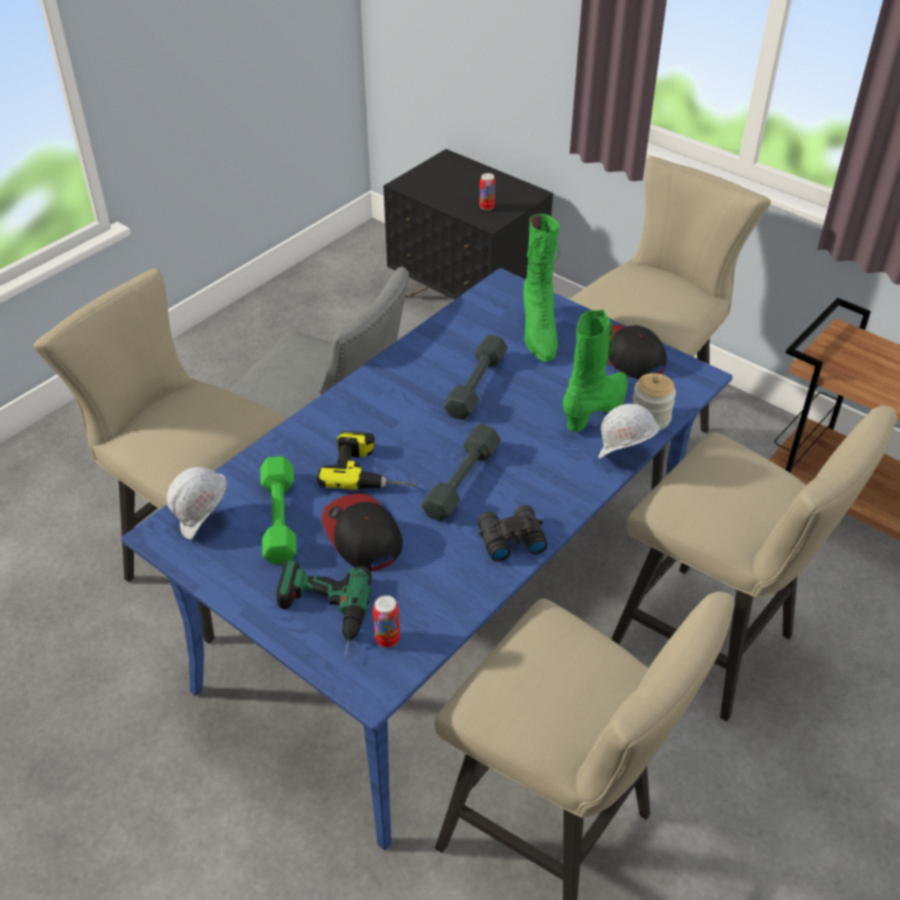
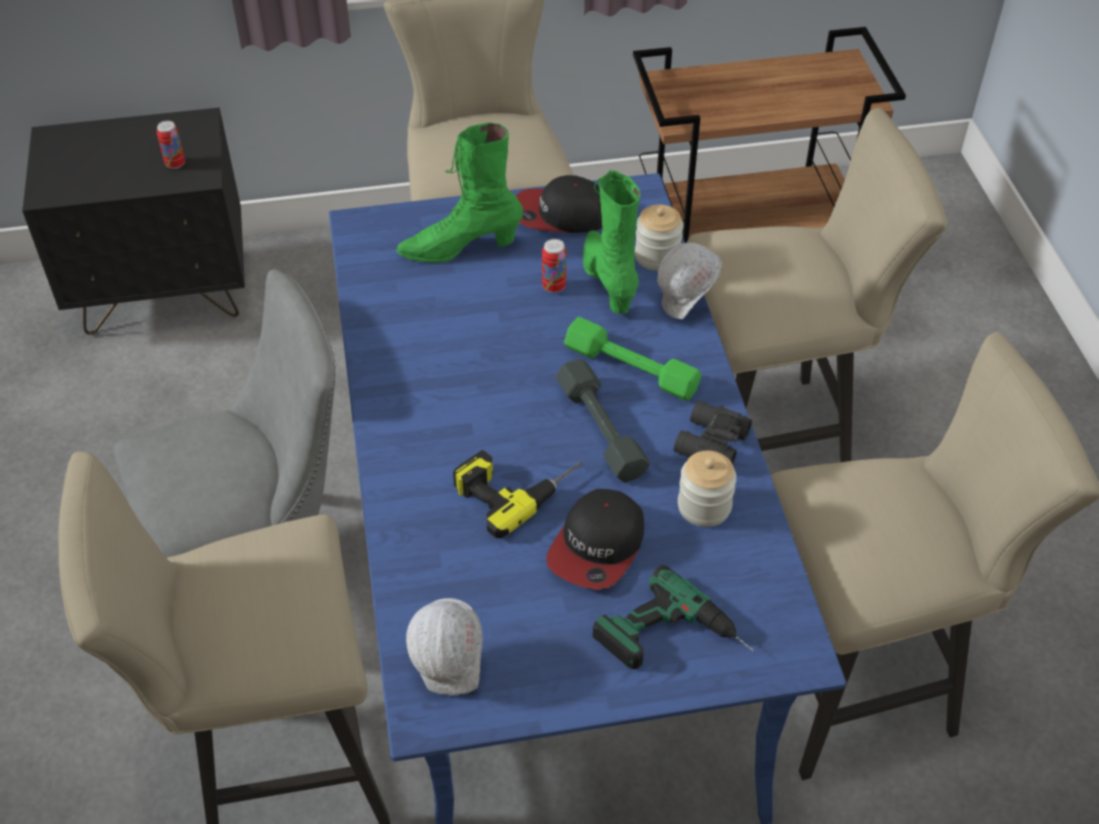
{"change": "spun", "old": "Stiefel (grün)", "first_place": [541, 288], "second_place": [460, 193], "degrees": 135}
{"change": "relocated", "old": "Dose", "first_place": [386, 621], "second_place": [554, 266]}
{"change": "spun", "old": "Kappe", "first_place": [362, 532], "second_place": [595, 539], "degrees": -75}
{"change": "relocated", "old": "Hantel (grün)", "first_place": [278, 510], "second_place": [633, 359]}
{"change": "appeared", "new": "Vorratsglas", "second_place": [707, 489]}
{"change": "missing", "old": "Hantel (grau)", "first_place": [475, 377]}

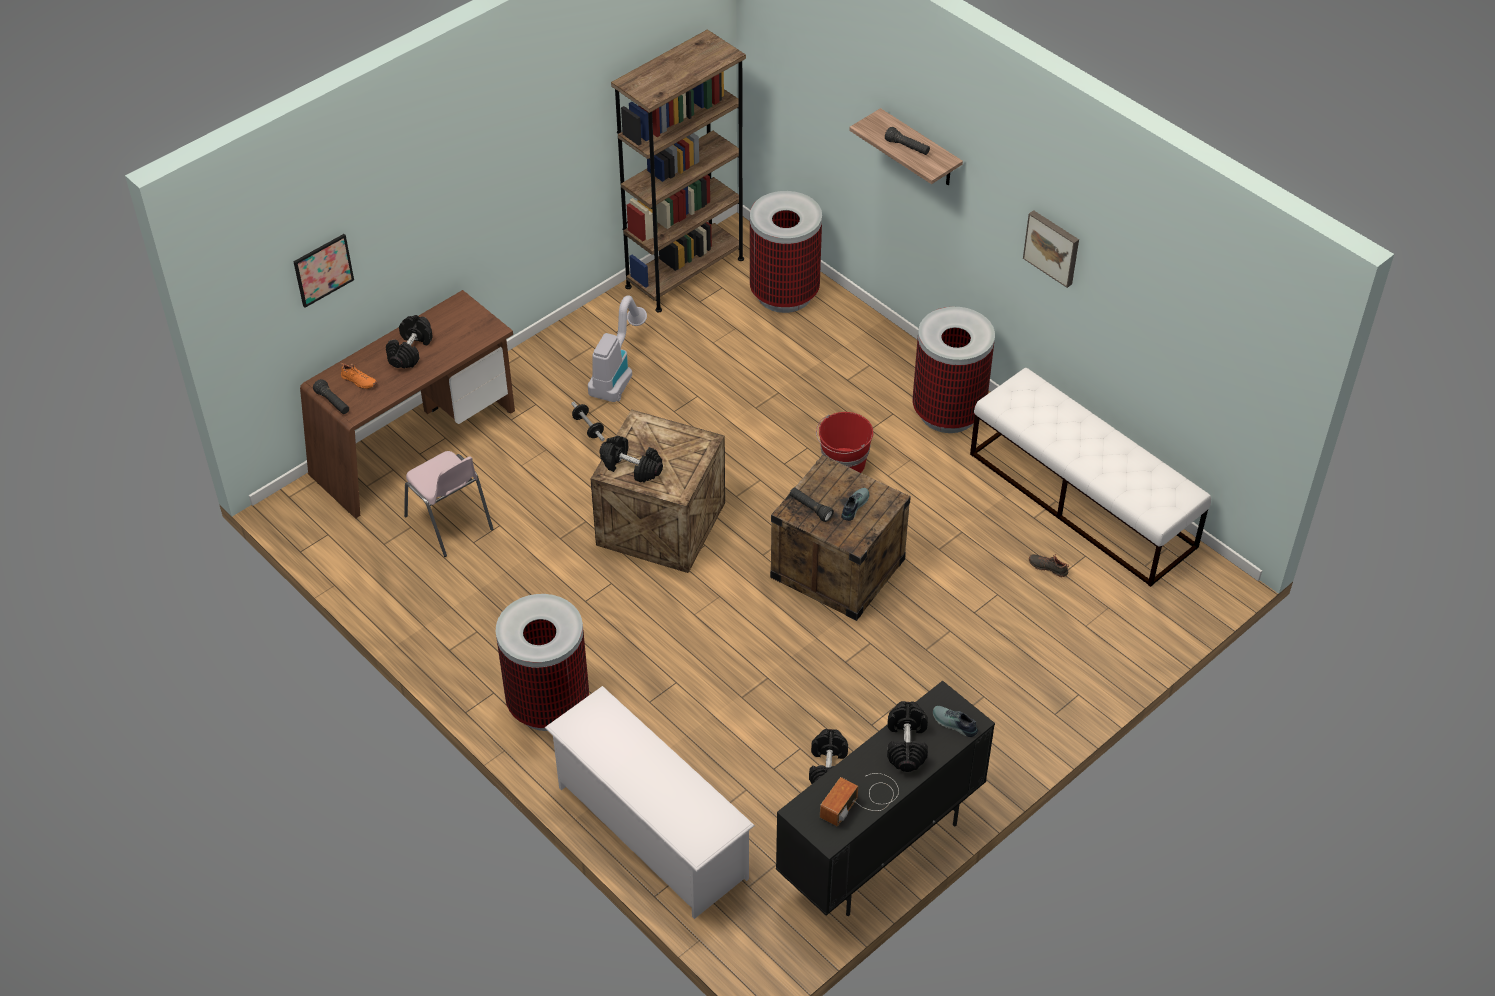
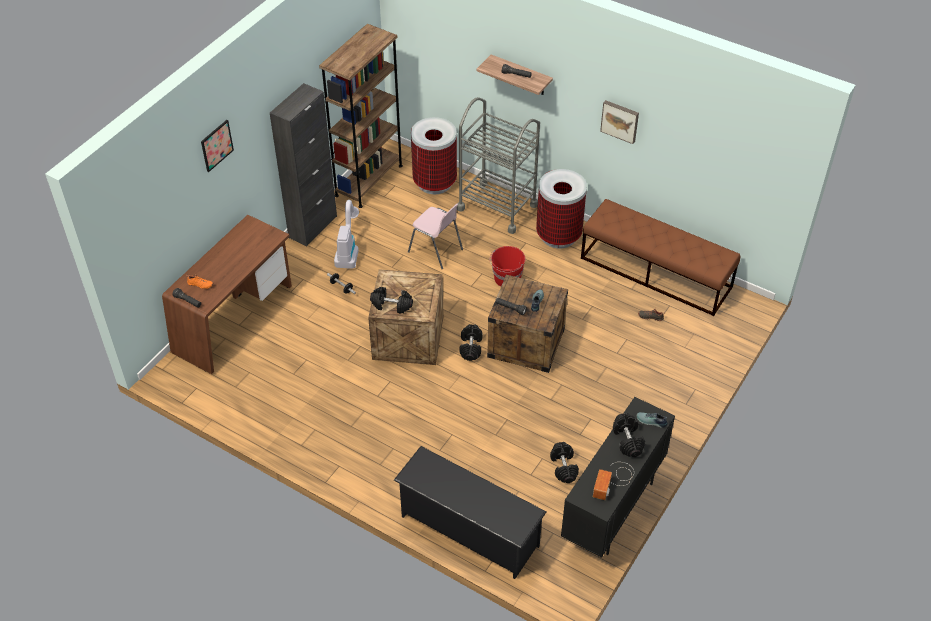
{"change": "relocated", "old": "Bild", "first_place": [323, 271], "second_place": [217, 146]}
{"change": "appeared", "new": "Schrank (schwarz)", "second_place": [303, 164]}
{"change": "colour", "old": "Schuhregal (weiß)", "new": "Schuhregal (schwarz)", "first_place": [650, 802], "second_place": [470, 512]}
{"change": "relocated", "old": "Stuhl (rosa)", "first_place": [448, 504], "second_place": [435, 236]}
{"change": "appeared", "new": "Rollwagen (grau)", "second_place": [498, 165]}
{"change": "relocated", "old": "Hantel (schwarz)", "first_place": [409, 341], "second_place": [471, 342]}
{"change": "colour", "old": "Bank (weiß)", "new": "Bank (braun)", "first_place": [1090, 477], "second_place": [660, 257]}
{"change": "missing", "old": "Mülleimer", "first_place": [542, 662]}

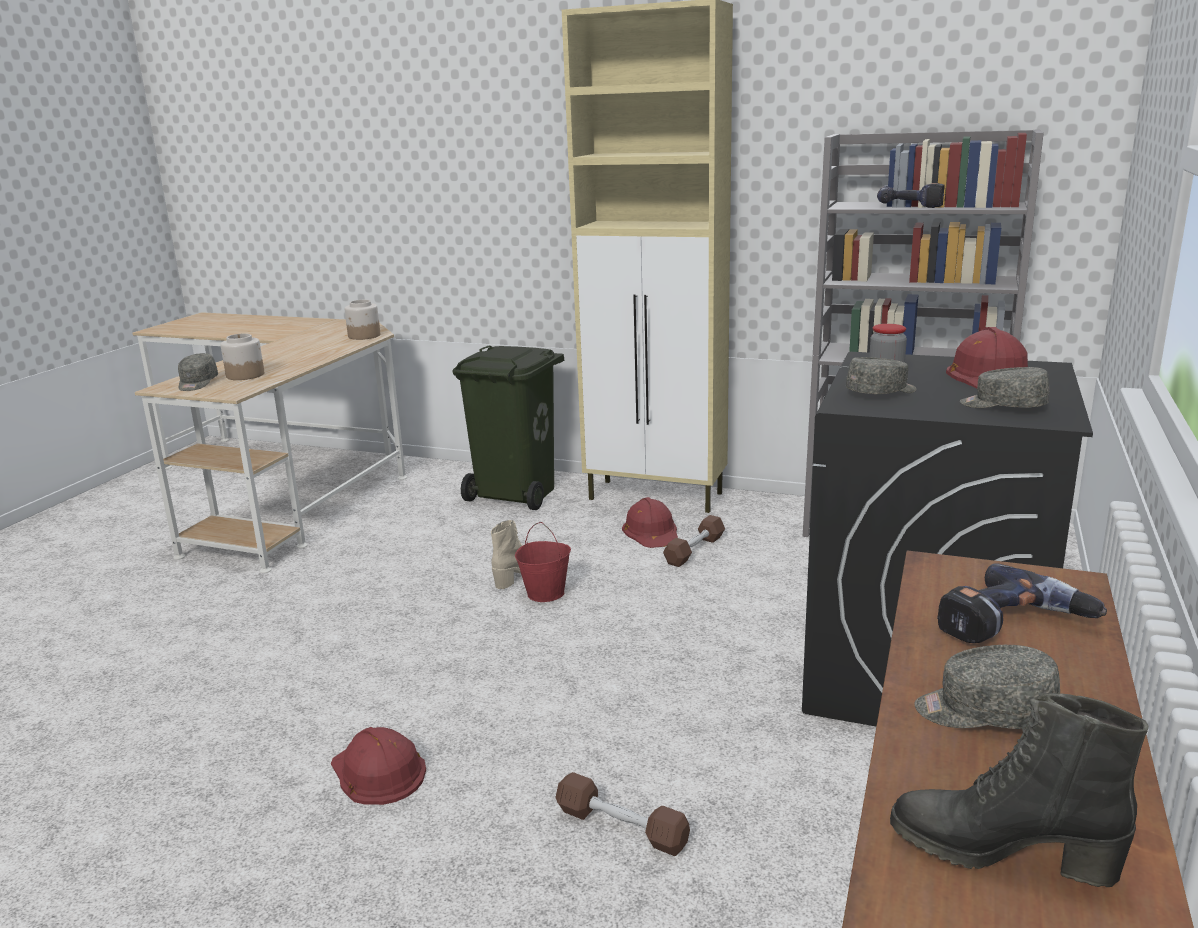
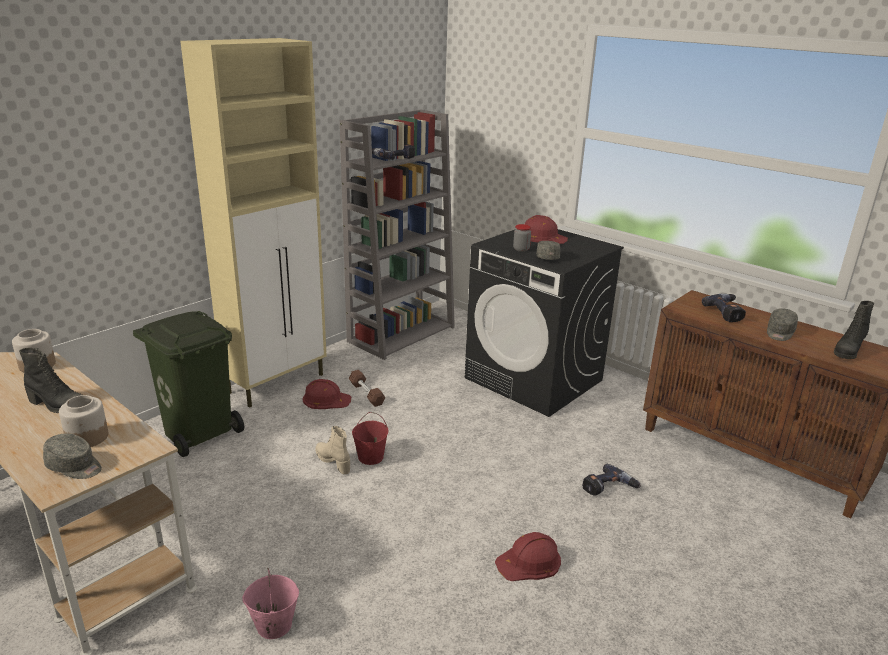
{"change": "appeared", "new": "Stiefel (schwarz)", "second_place": [50, 380]}
{"change": "appeared", "new": "Eimer (rosa)", "second_place": [270, 603]}
{"change": "exchanged", "old": "Hantel (braun)", "new": "Bohrmaschine", "first_place": [622, 814], "second_place": [611, 480]}
{"change": "missing", "old": "Kappe (grau)", "first_place": [1004, 387]}

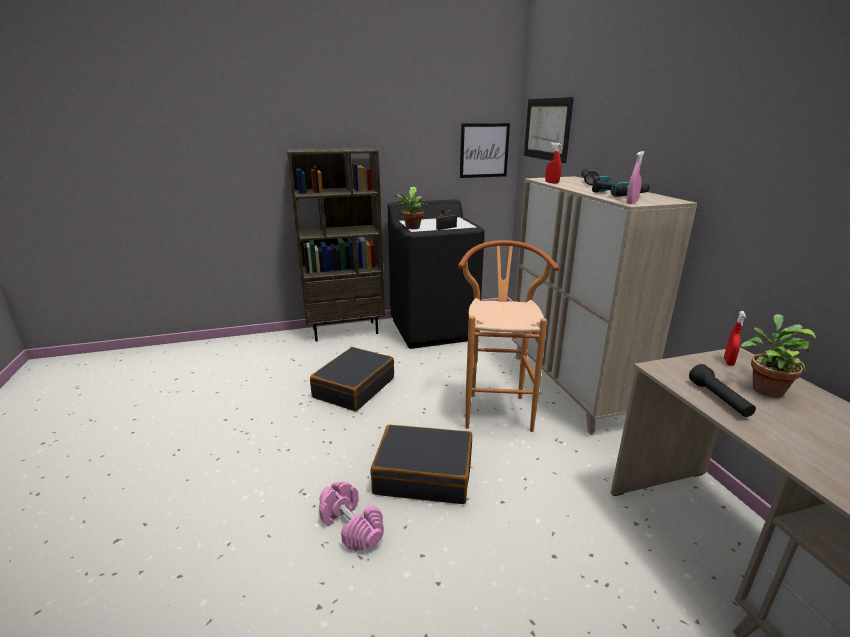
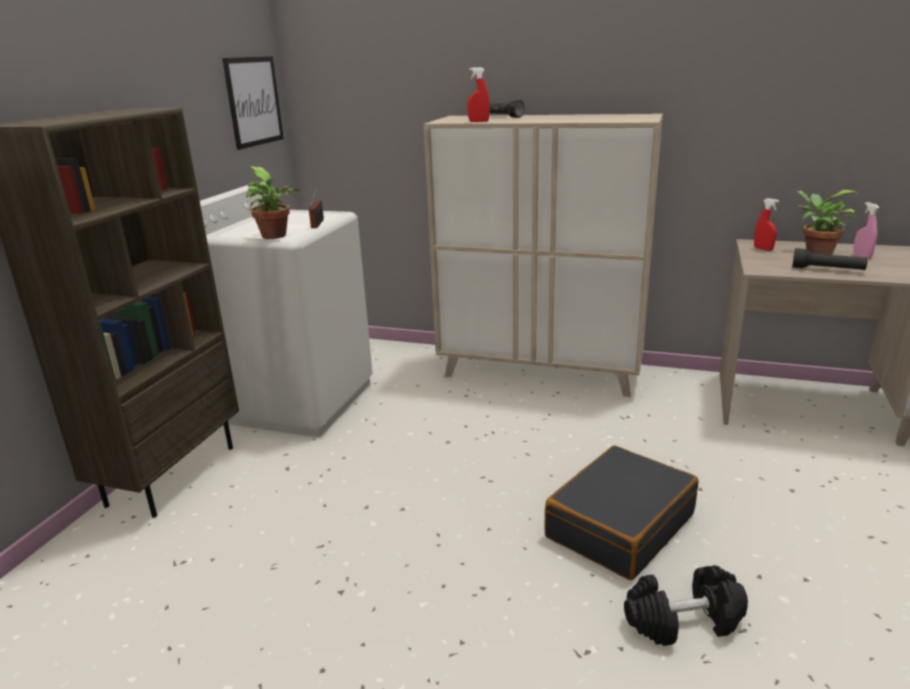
{"change": "colour", "old": "Waschmaschine (schwarz)", "new": "Waschmaschine (weiß)", "first_place": [436, 274], "second_place": [286, 311]}
{"change": "colour", "old": "Hantel (rosa)", "new": "Hantel (schwarz)", "first_place": [351, 516], "second_place": [686, 605]}
{"change": "relocated", "old": "Sprühflasche (rosa)", "first_place": [635, 177], "second_place": [866, 230]}
{"change": "missing", "old": "Koffer (schwarz)", "first_place": [352, 379]}
{"change": "missing", "old": "Hocker (braun)", "first_place": [509, 336]}
{"change": "missing", "old": "Bild", "first_place": [549, 130]}
{"change": "missing", "old": "Bohrmaschine", "first_place": [622, 186]}

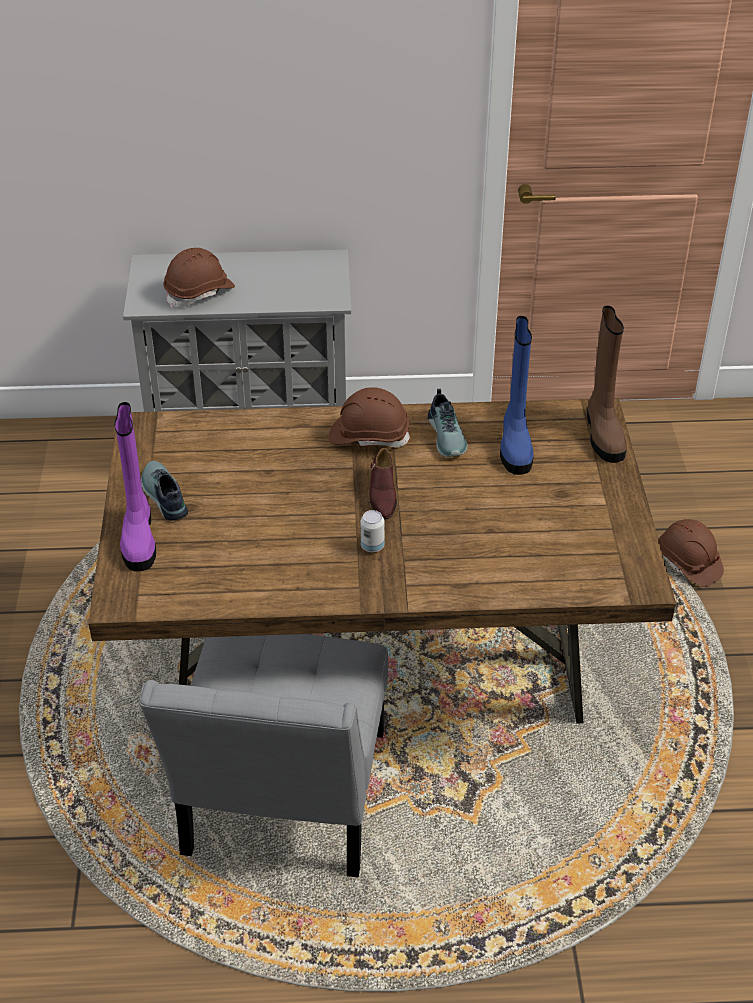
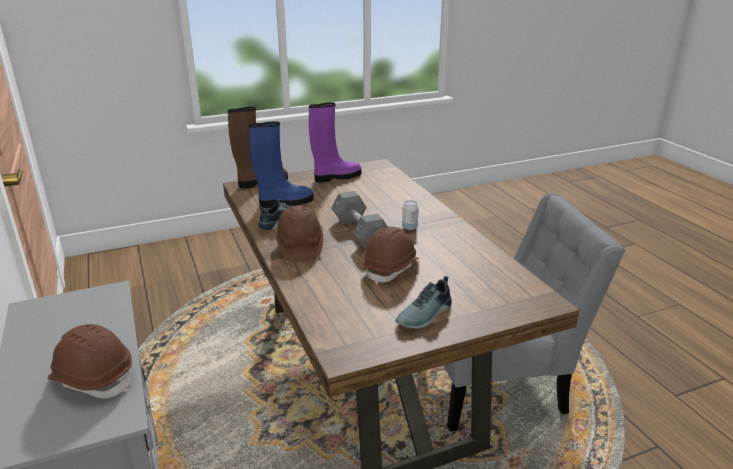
{"change": "relocated", "old": "Stiefel (lila)", "first_place": [135, 486], "second_place": [335, 142]}
{"change": "exchanged", "old": "Schuh (braun)", "new": "Hantel (grau)", "first_place": [383, 484], "second_place": [359, 220]}
{"change": "relocated", "old": "Schutzhelm (braun)", "first_place": [691, 553], "second_place": [390, 255]}

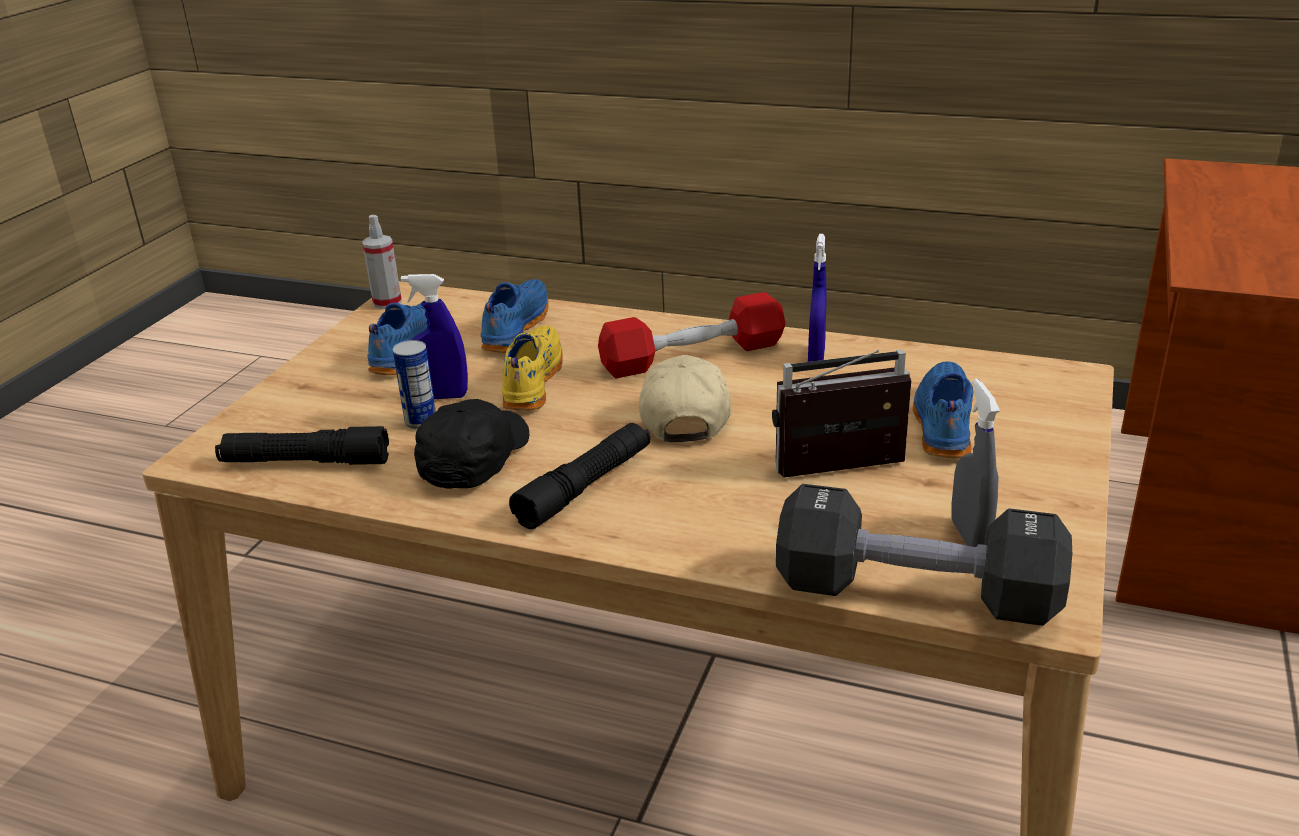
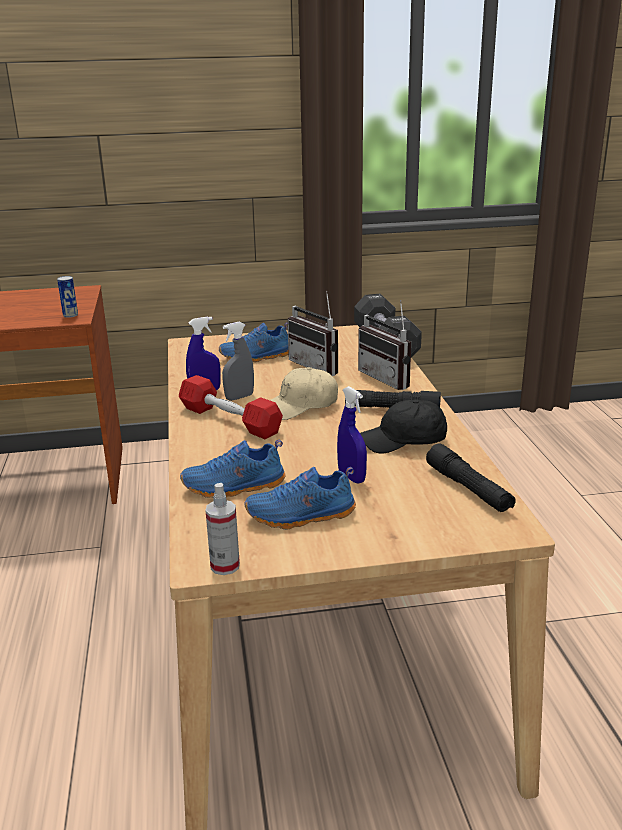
{"change": "relocated", "old": "Dose", "first_place": [414, 384], "second_place": [67, 297]}
{"change": "relocated", "old": "Sprühflasche (grau)", "first_place": [975, 463], "second_place": [238, 361]}
{"change": "appeared", "new": "Radio", "second_place": [384, 345]}
{"change": "missing", "old": "Schuh (gelb)", "first_place": [532, 367]}

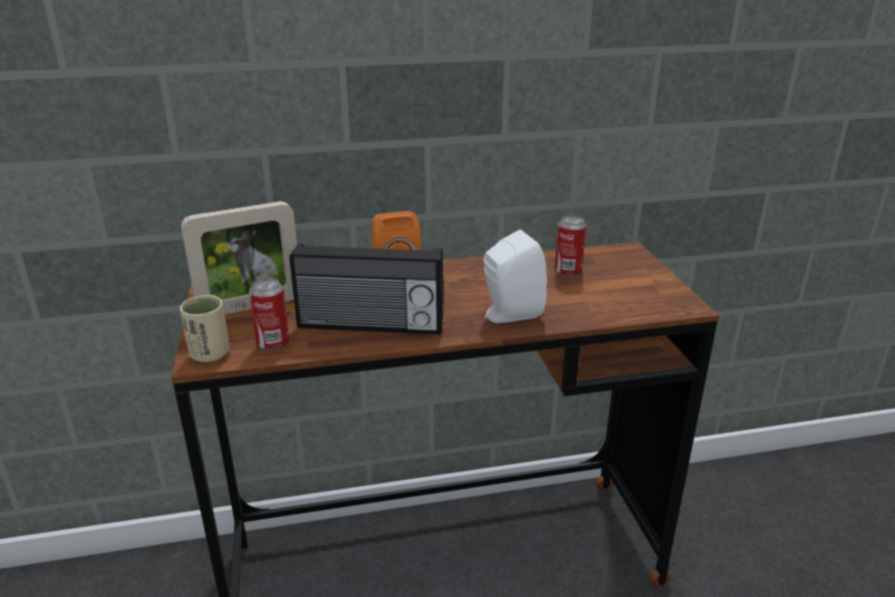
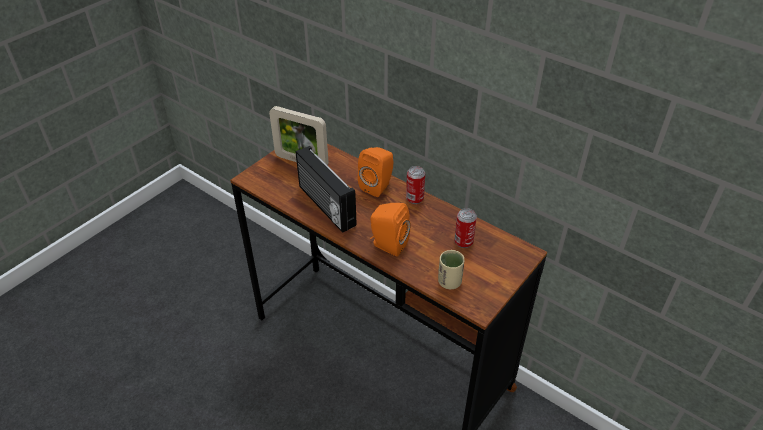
{"change": "colour", "old": "Lautsprecher (weiß)", "new": "Lautsprecher (orange)", "first_place": [515, 276], "second_place": [390, 230]}
{"change": "relocated", "old": "Dose", "first_place": [269, 314], "second_place": [415, 185]}
{"change": "relocated", "old": "Tasse (beige)", "first_place": [205, 328], "second_place": [451, 269]}

